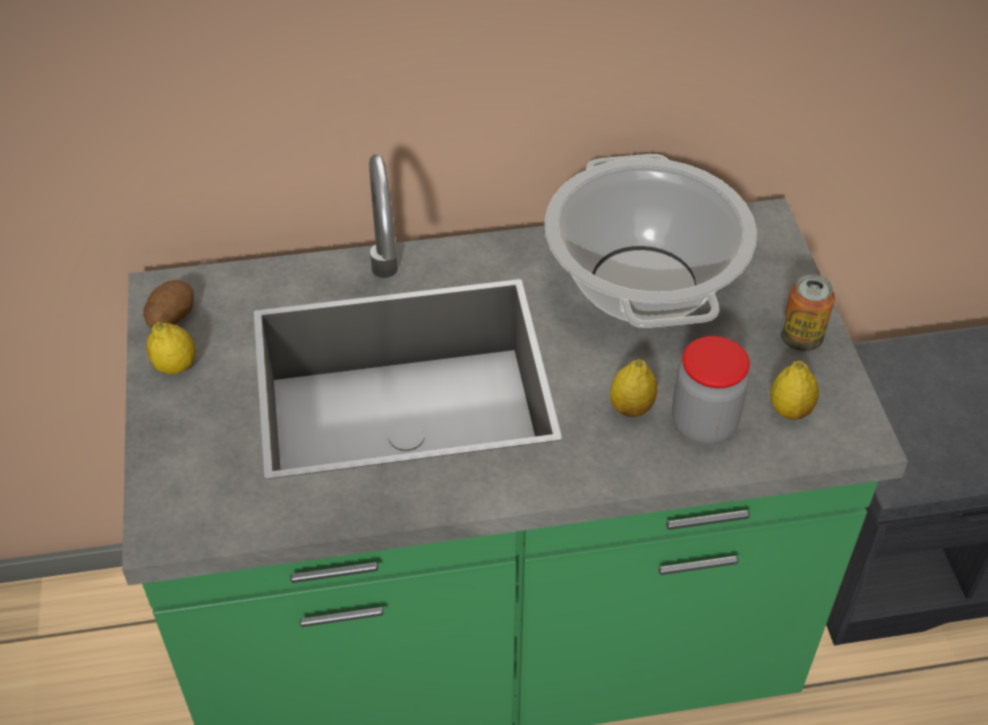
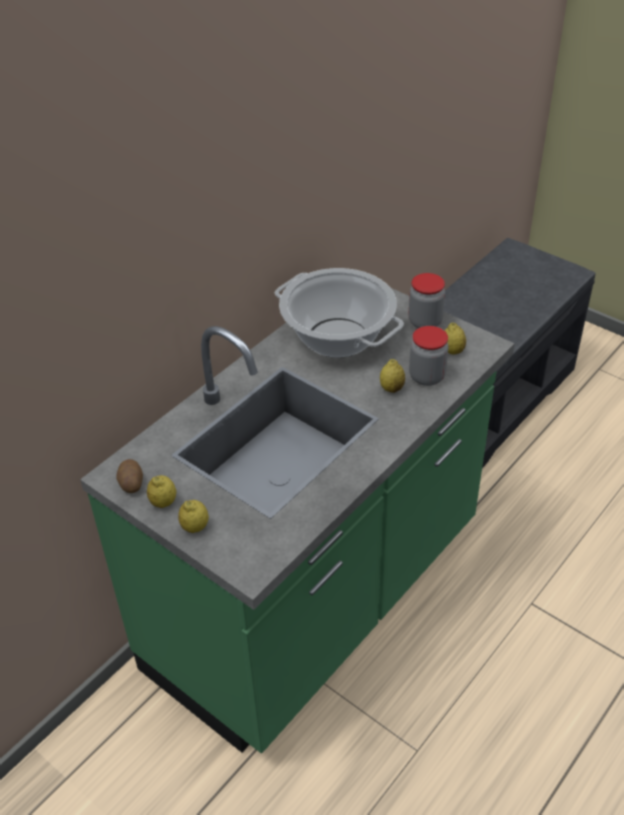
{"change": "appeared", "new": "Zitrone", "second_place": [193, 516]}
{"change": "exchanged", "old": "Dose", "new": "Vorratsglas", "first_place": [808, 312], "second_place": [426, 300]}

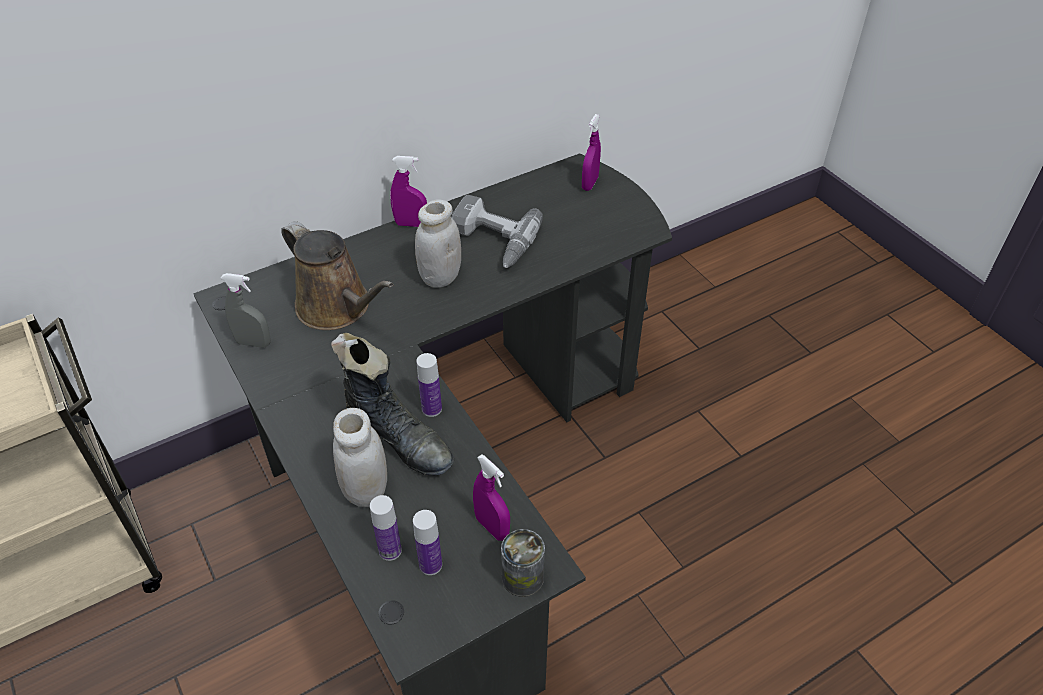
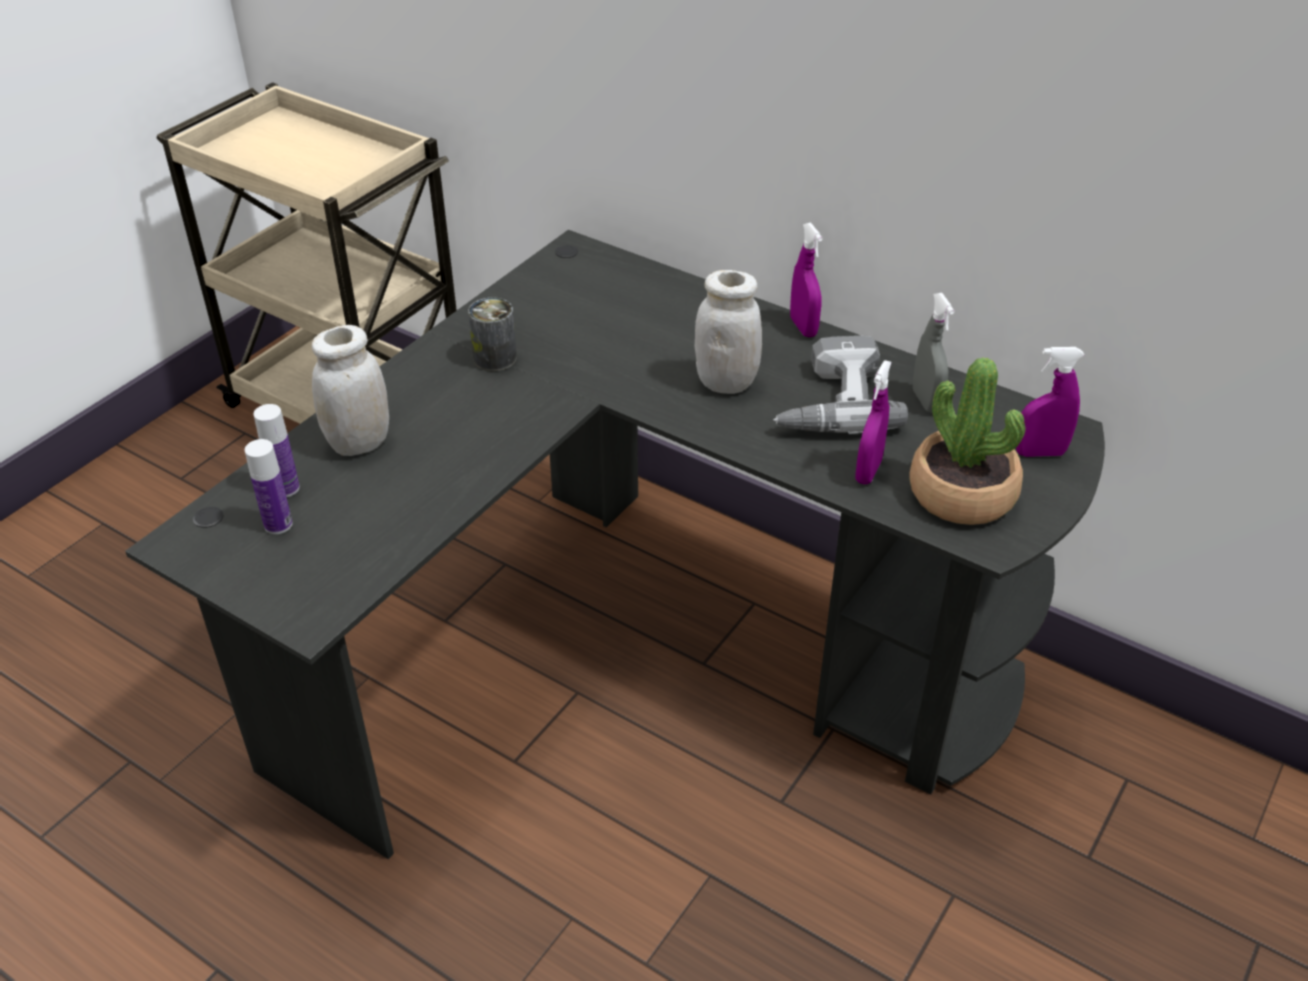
{"change": "relocated", "old": "Dose", "first_place": [523, 563], "second_place": [492, 334]}
{"change": "relocated", "old": "Sprühflasche (lila)", "first_place": [491, 498], "second_place": [873, 422]}
{"change": "appeared", "new": "Topfpflanze", "second_place": [967, 441]}
{"change": "relocated", "old": "Sprühflasche (grau)", "first_place": [246, 310], "second_place": [933, 353]}
{"change": "missing", "old": "Gießkanne (braun)", "first_place": [337, 275]}
{"change": "missing", "old": "Stiefel (schwarz)", "first_place": [392, 404]}
{"change": "missing", "old": "Flasche", "first_place": [429, 385]}

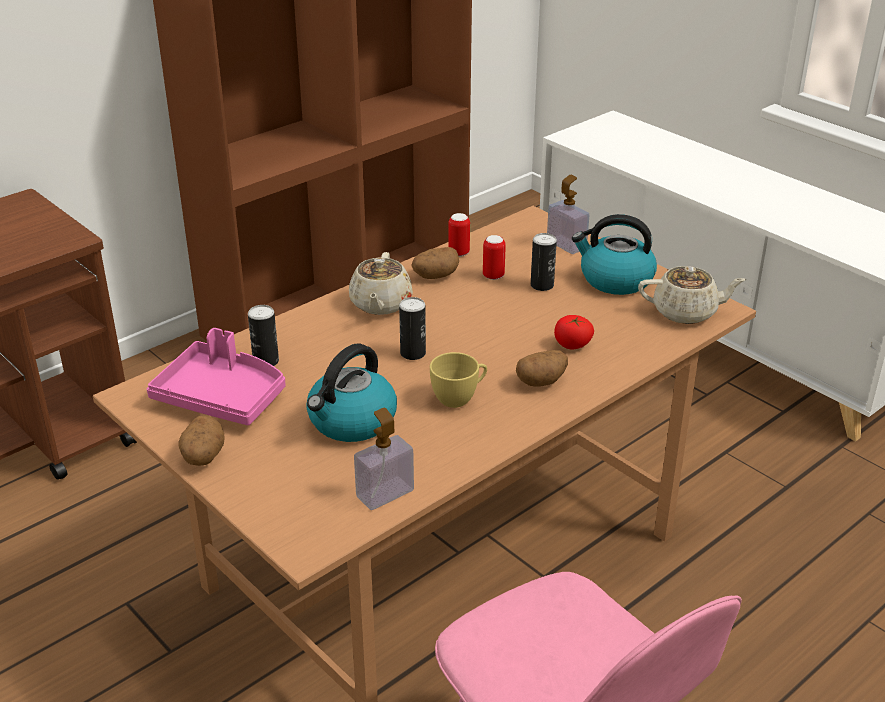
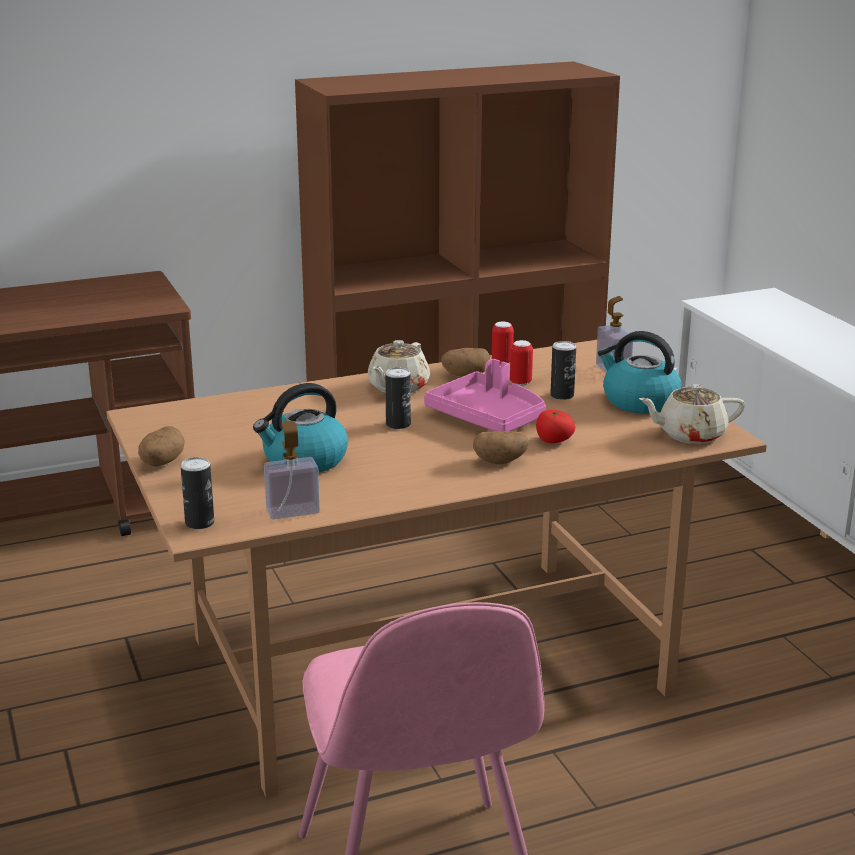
{"change": "relocated", "old": "Dose", "first_place": [263, 335], "second_place": [197, 493]}
{"change": "relocated", "old": "Tablett (rosa)", "first_place": [216, 376], "second_place": [485, 395]}
{"change": "spun", "old": "Teekanne (beige)", "first_place": [692, 295], "second_place": [692, 414], "degrees": 150}
{"change": "missing", "old": "Tasse (gelb)", "first_place": [458, 380]}

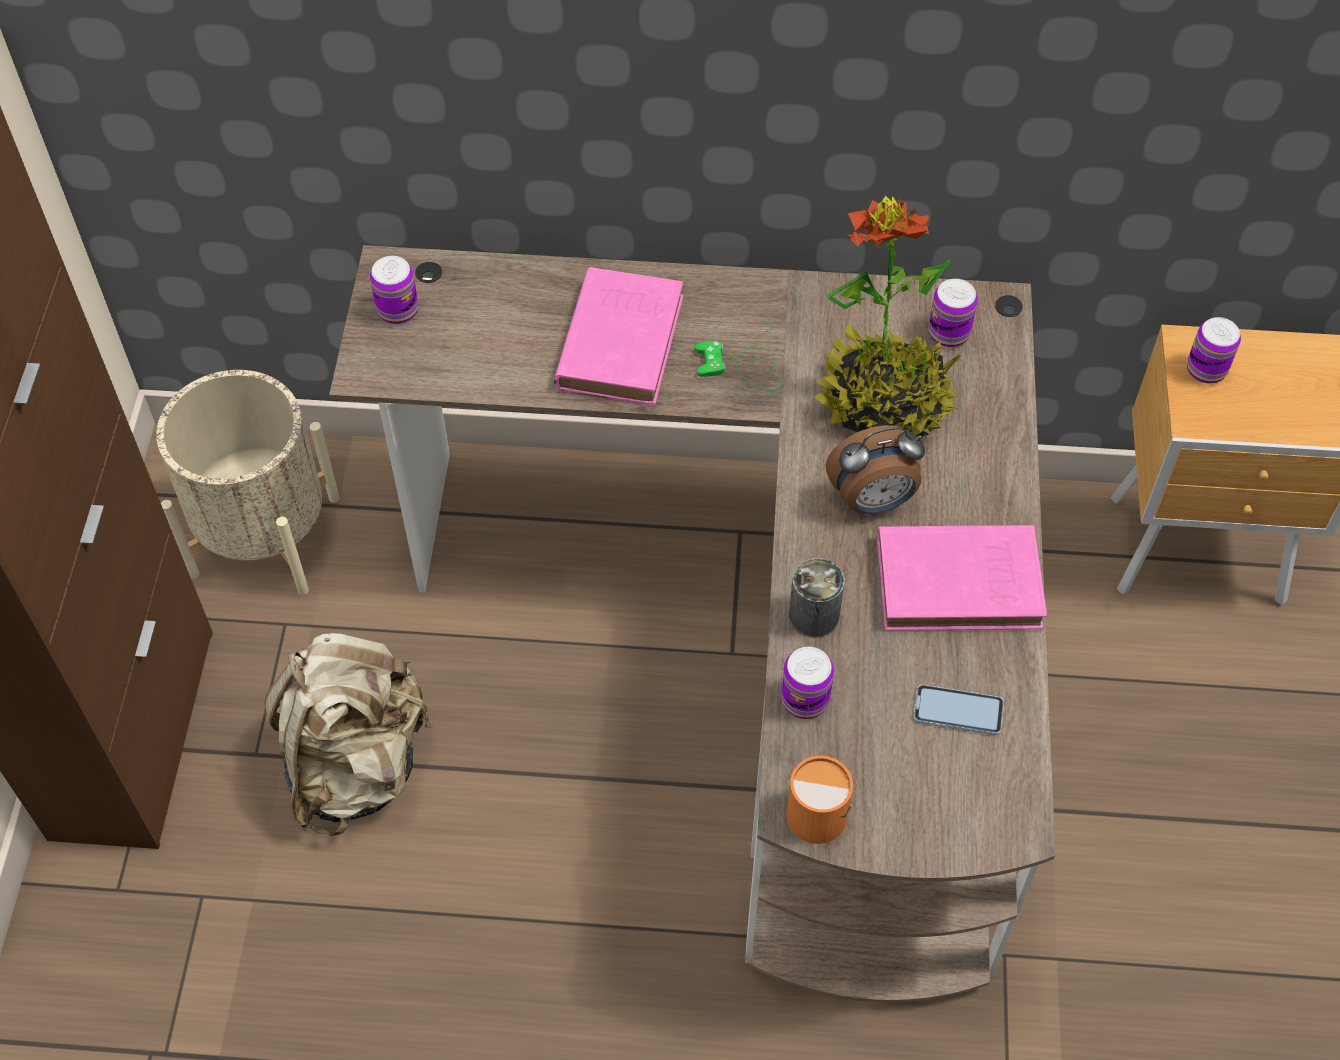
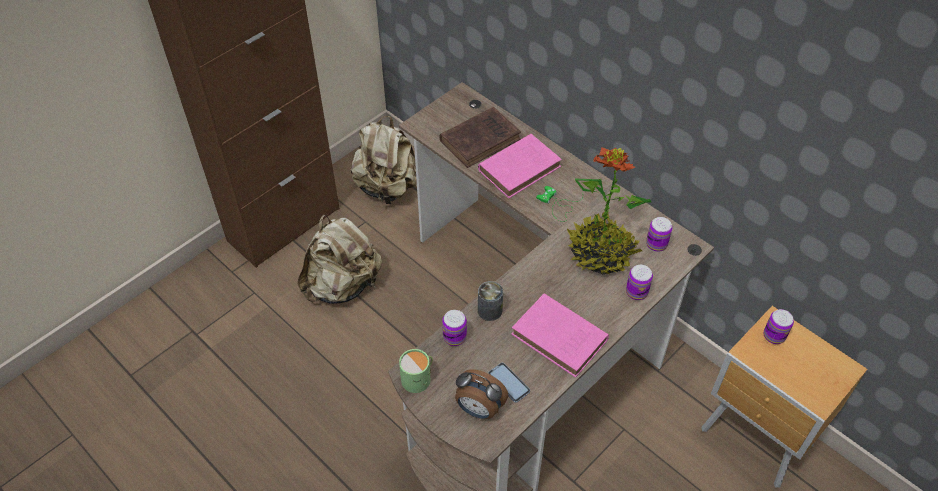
{"change": "exchanged", "old": "Pflanzkübel (beige)", "new": "Rucksack (beige)", "first_place": [248, 482], "second_place": [384, 160]}
{"change": "colour", "old": "Henkelbecher (orange)", "new": "Henkelbecher (grün)", "first_place": [819, 800], "second_place": [416, 371]}
{"change": "appeared", "new": "Buch (braun)", "second_place": [480, 137]}
{"change": "relocated", "old": "Wecker", "first_place": [875, 469], "second_place": [482, 394]}
{"change": "relocated", "old": "Dose", "first_place": [394, 290], "second_place": [639, 282]}

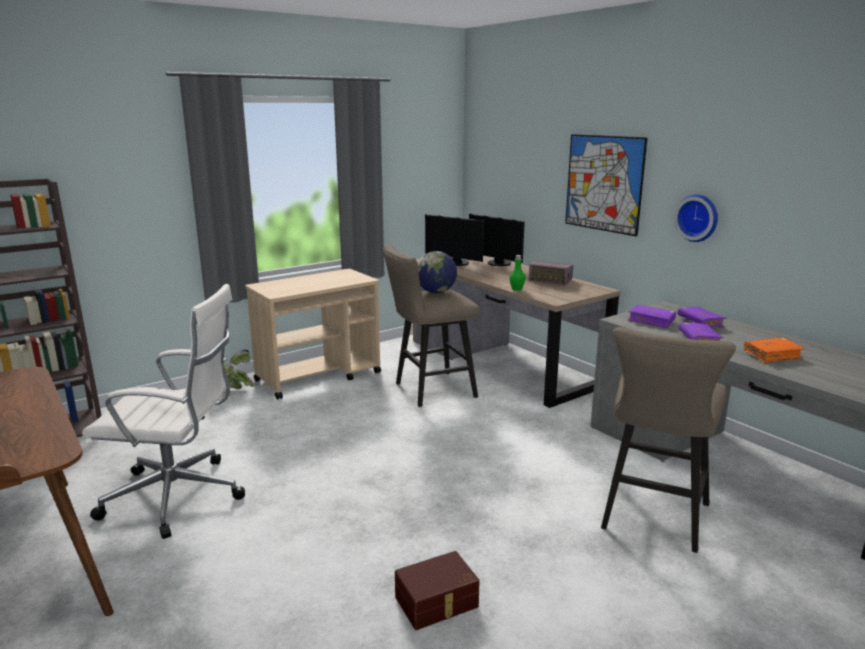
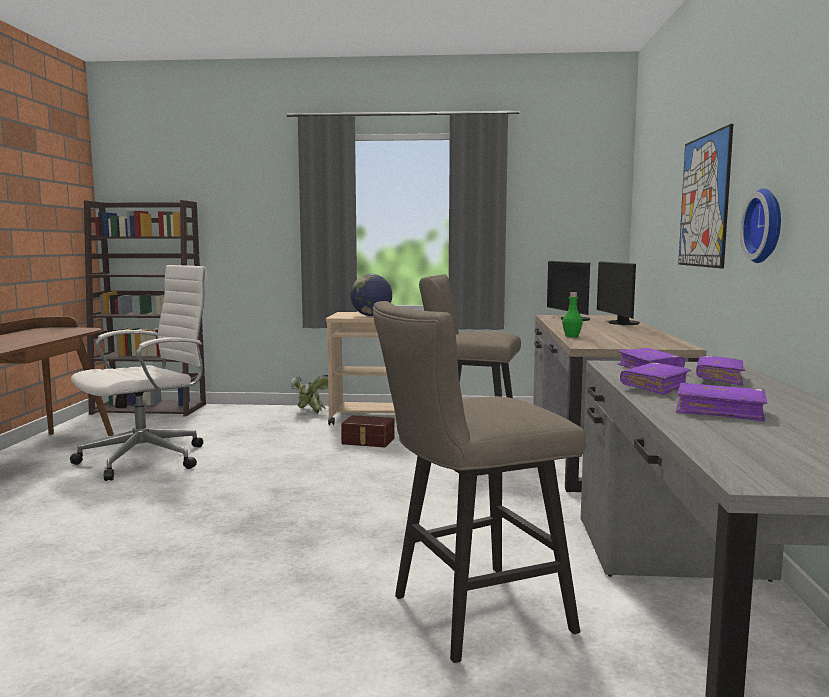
{"change": "spun", "old": "Bürostuhl (weiß)", "first_place": [163, 411], "second_place": [139, 373], "degrees": -90}
{"change": "relocated", "old": "Aufbewahrungsbox (braun)", "first_place": [437, 590], "second_place": [368, 431]}
{"change": "relocated", "old": "Globus", "first_place": [437, 272], "second_place": [371, 295]}
{"change": "colour", "old": "Buch (orange)", "new": "Buch (lila)", "first_place": [774, 350], "second_place": [721, 402]}
{"change": "missing", "old": "Radio", "first_place": [551, 272]}

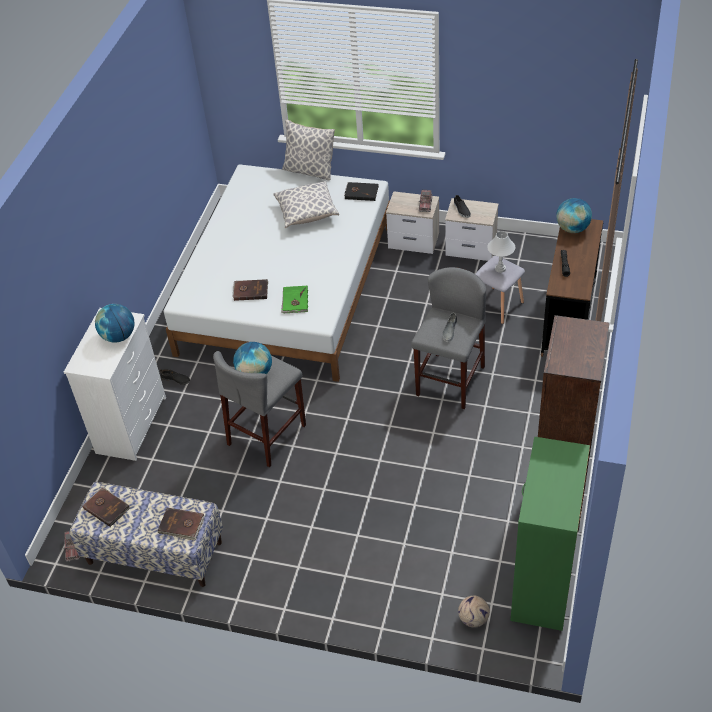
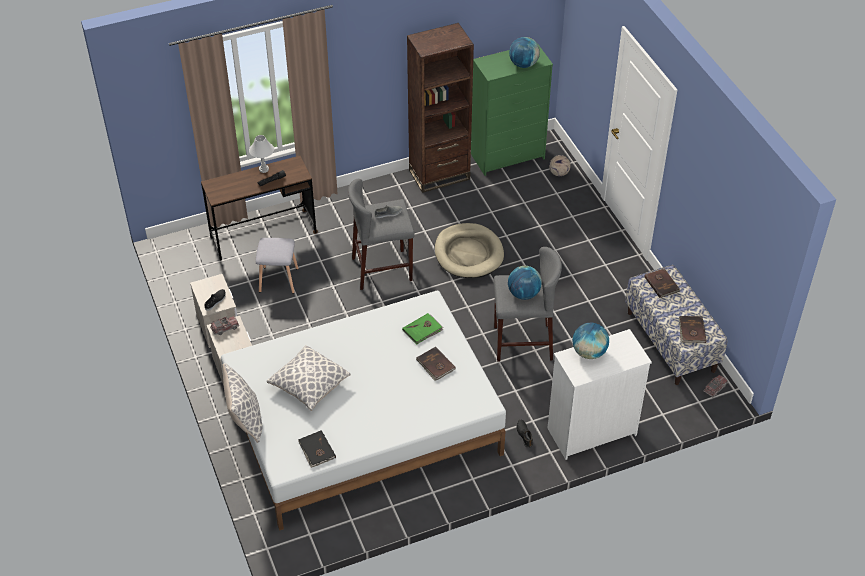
{"change": "relocated", "old": "Tischlampe (weiß)", "first_place": [501, 252], "second_place": [261, 154]}
{"change": "relocated", "old": "Buch (schwarz)", "first_place": [361, 191], "second_place": [317, 449]}
{"change": "appeared", "new": "Hundebett (beige)", "second_place": [469, 250]}
{"change": "relocated", "old": "Globus", "first_place": [574, 215], "second_place": [524, 52]}

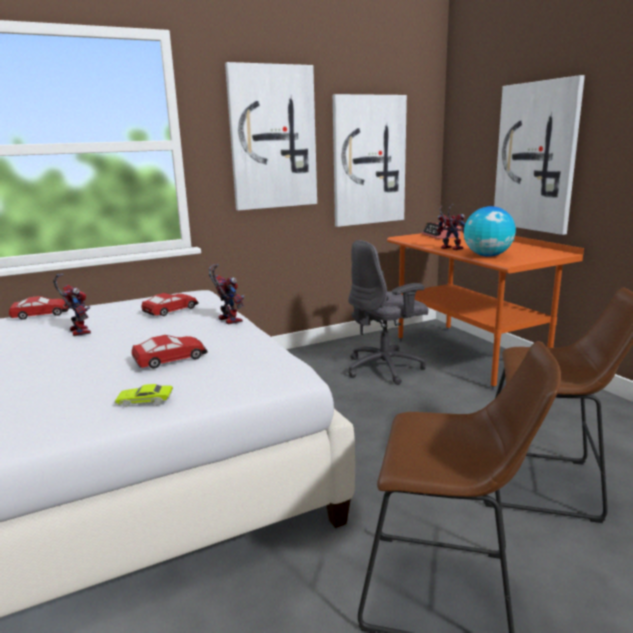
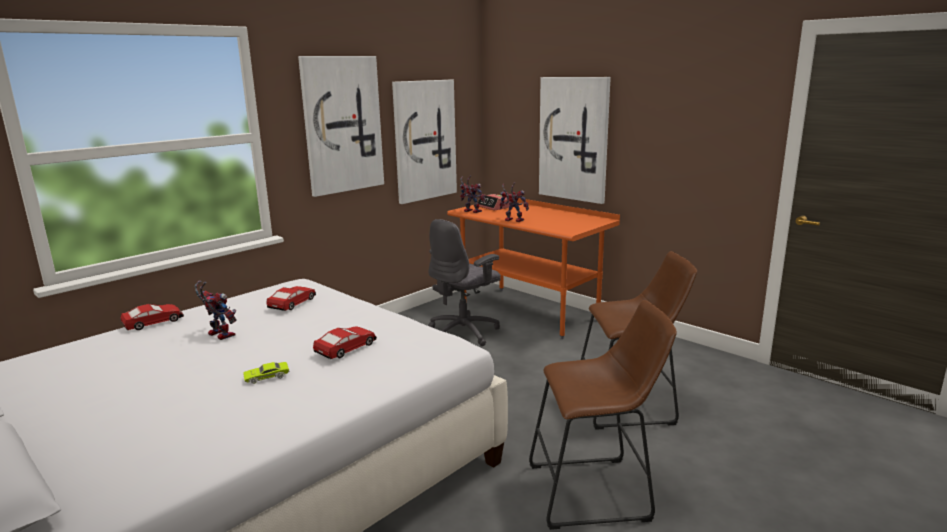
{"change": "relocated", "old": "Spielzeugauto (grün)", "first_place": [144, 395], "second_place": [266, 373]}
{"change": "relocated", "old": "Spielzeugroboter", "first_place": [227, 294], "second_place": [472, 194]}
{"change": "missing", "old": "Globus", "first_place": [490, 231]}

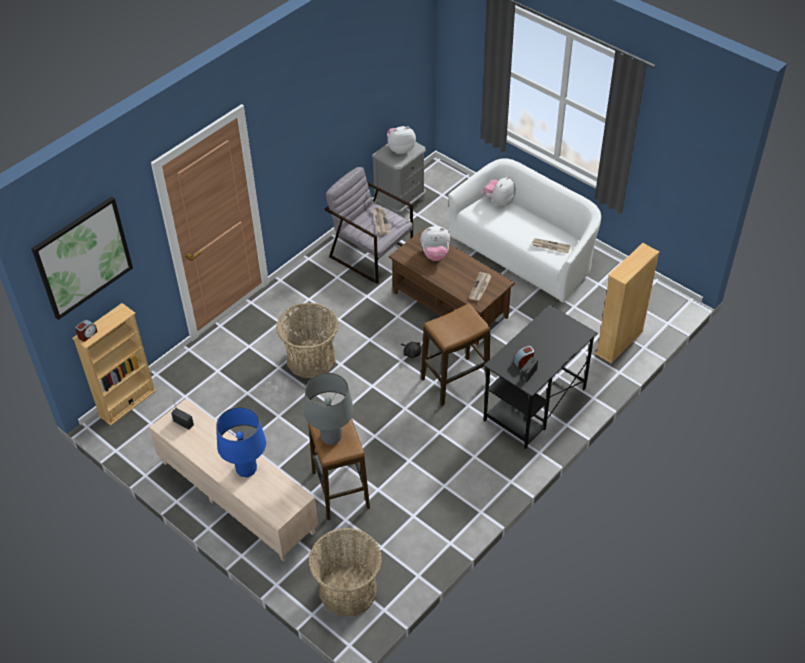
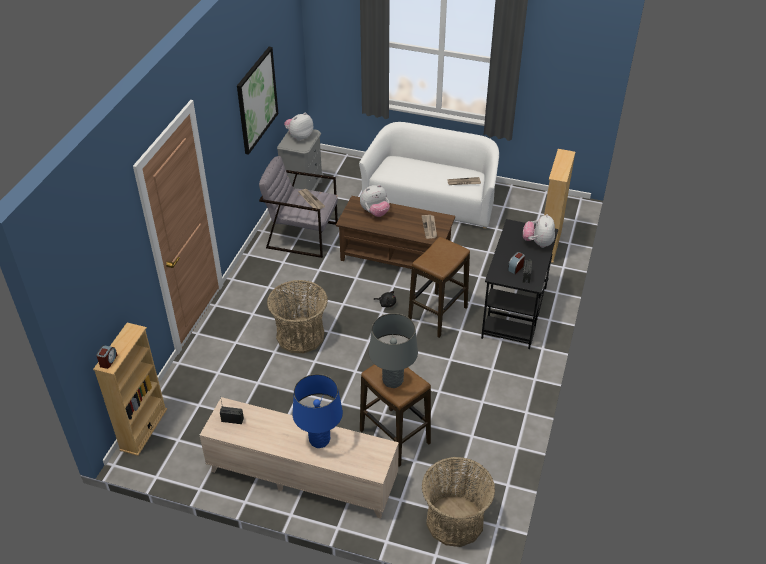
{"change": "relocated", "old": "Bild", "first_place": [82, 258], "second_place": [257, 101]}
{"change": "relocated", "old": "Plüschtier", "first_place": [499, 191], "second_place": [539, 231]}

